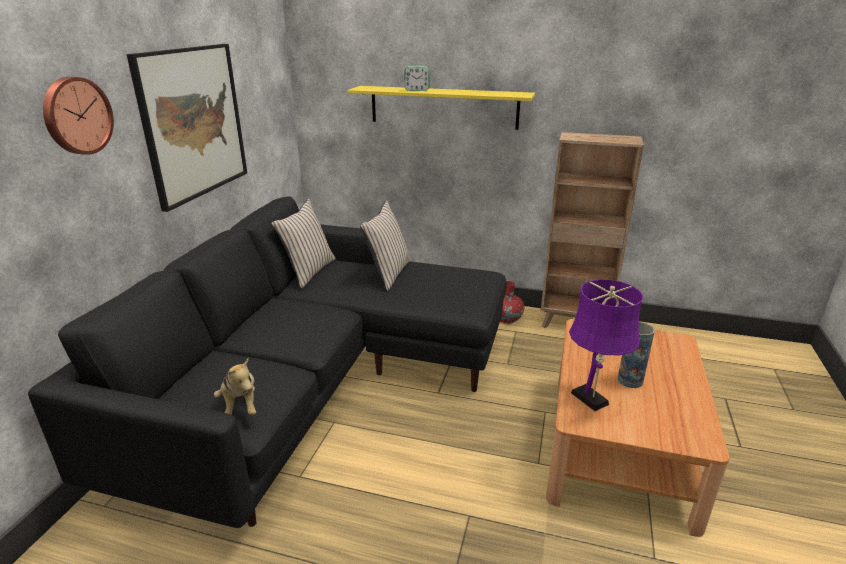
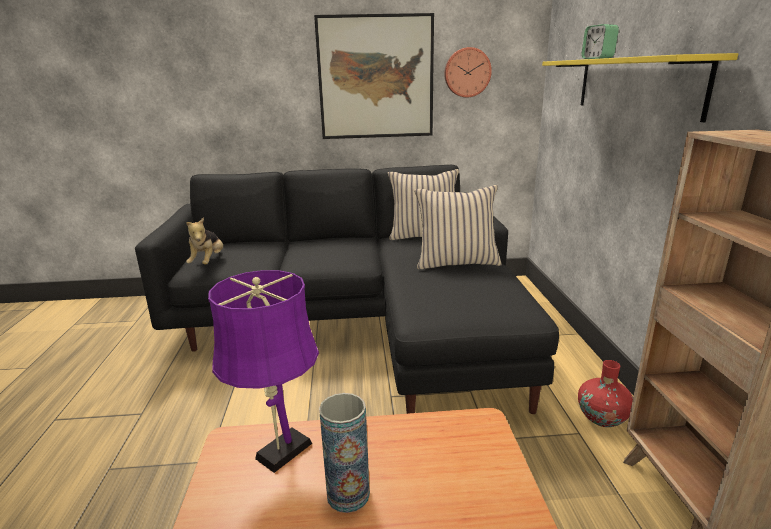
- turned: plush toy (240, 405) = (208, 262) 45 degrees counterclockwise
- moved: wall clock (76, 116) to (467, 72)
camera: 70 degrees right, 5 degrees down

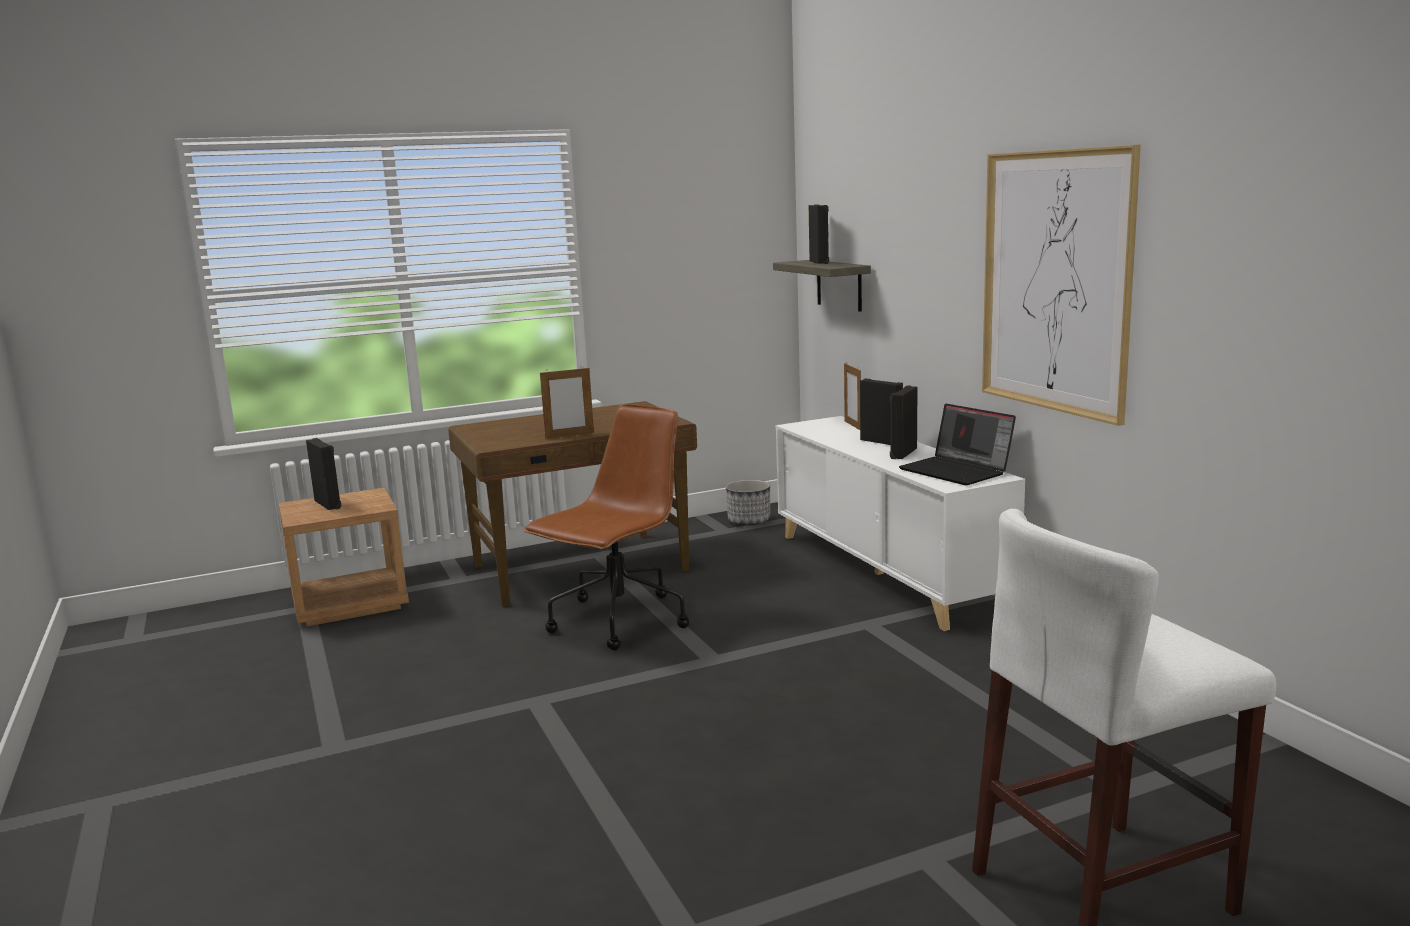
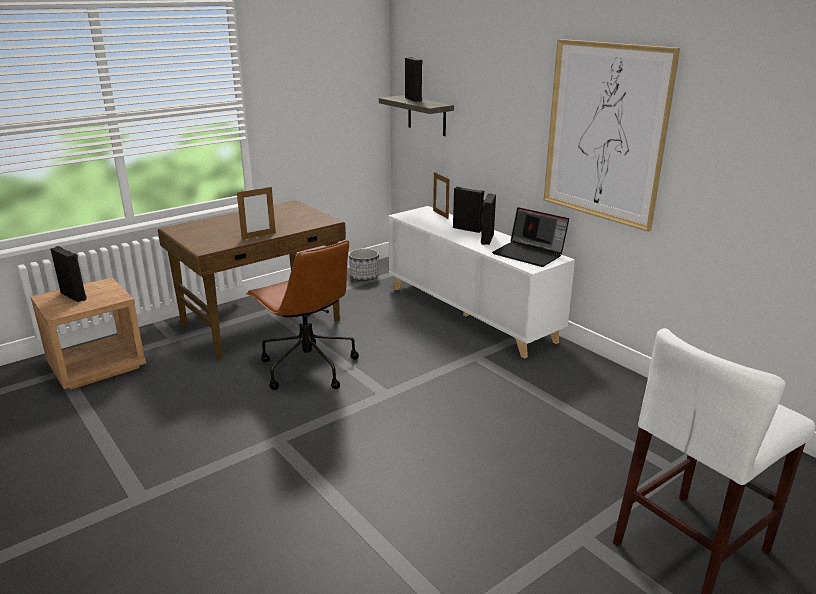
- turned: brown office chair (618, 622) = (307, 367) 120 degrees clockwise
camera: 15 degrees left, 10 degrees up

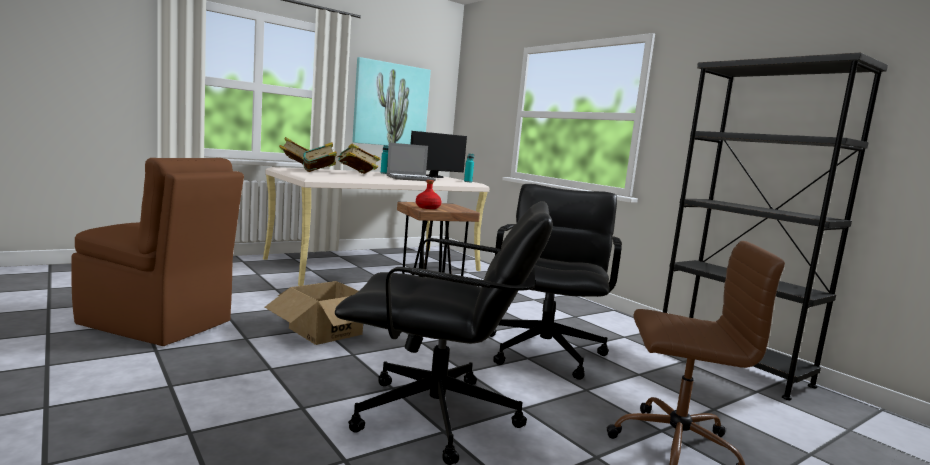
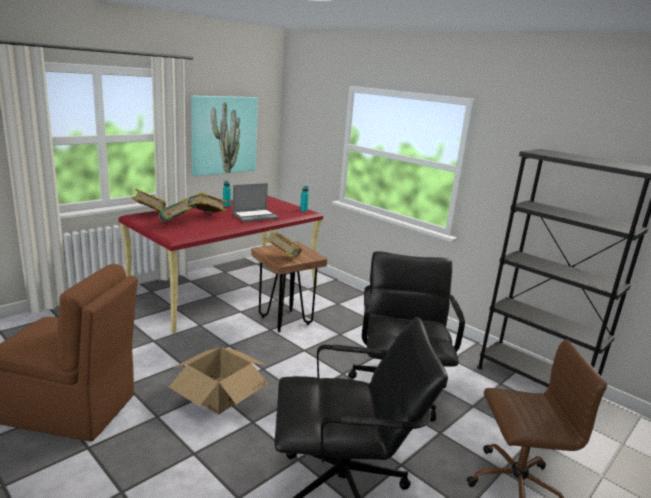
- recoloured: beige desk (375, 265) to red desk (226, 290)
- replaced: red bottle (428, 207) to book (282, 258)
- removed: monitor (434, 177)
camera: 10 degrees left, 10 degrees up

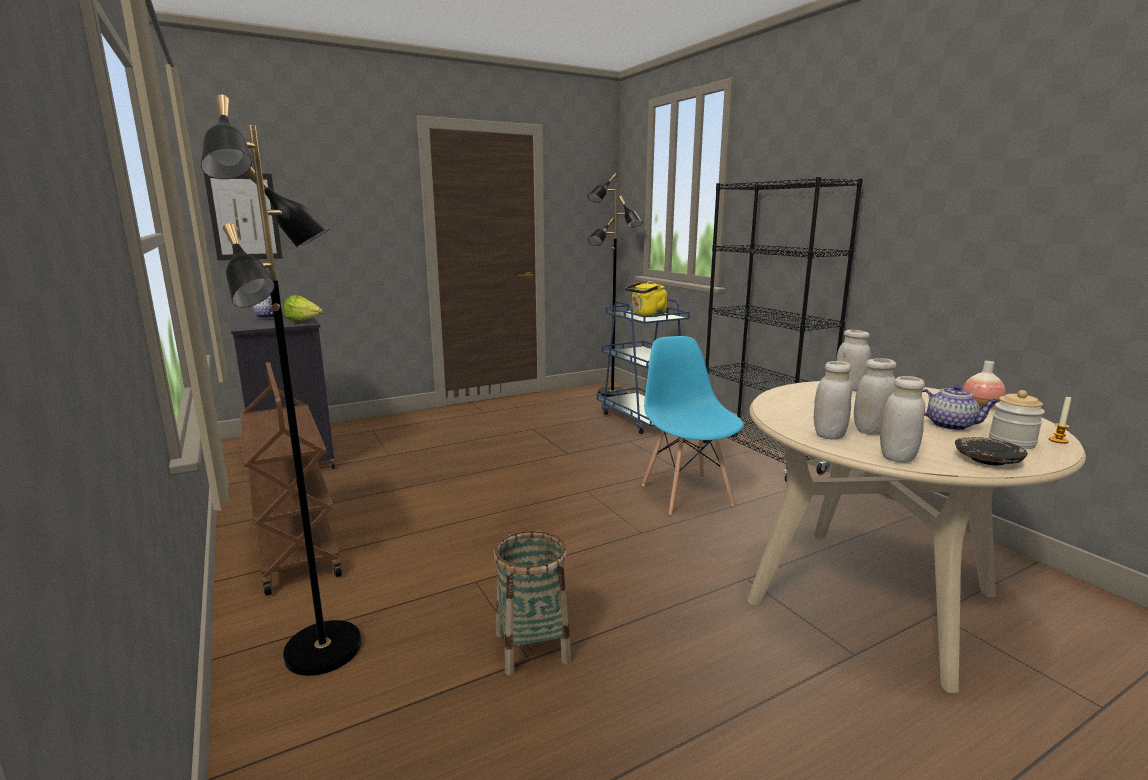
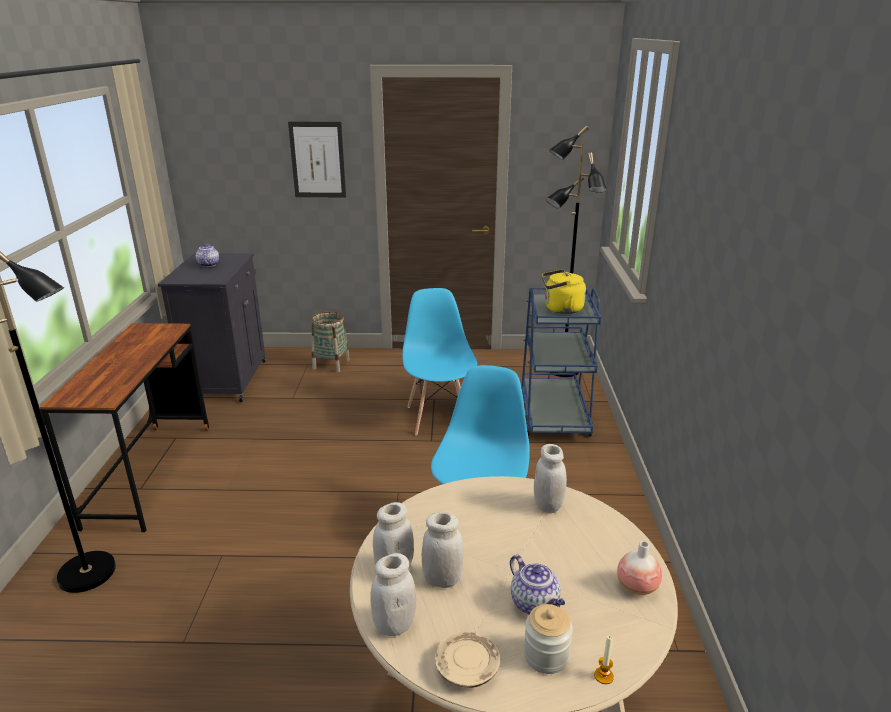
- replaced: brown cart (294, 546) to brown desk (150, 474)
- moved: picture (244, 216) to (317, 160)
- moved: basket (532, 647) to (331, 364)
- added: blue chair (439, 417)
- recoloured: black plate (987, 460) to beige plate (466, 667)
- removed: lettuce (304, 322)
- removed: black bookcase (759, 457)
camera: 30 degrees right, 10 degrees up

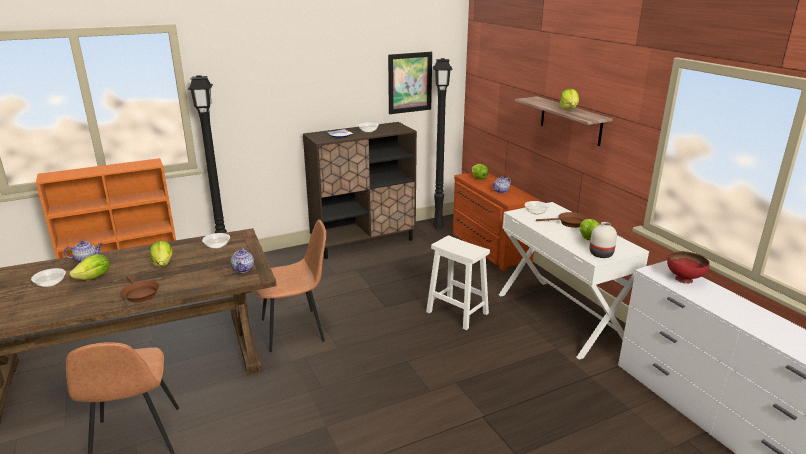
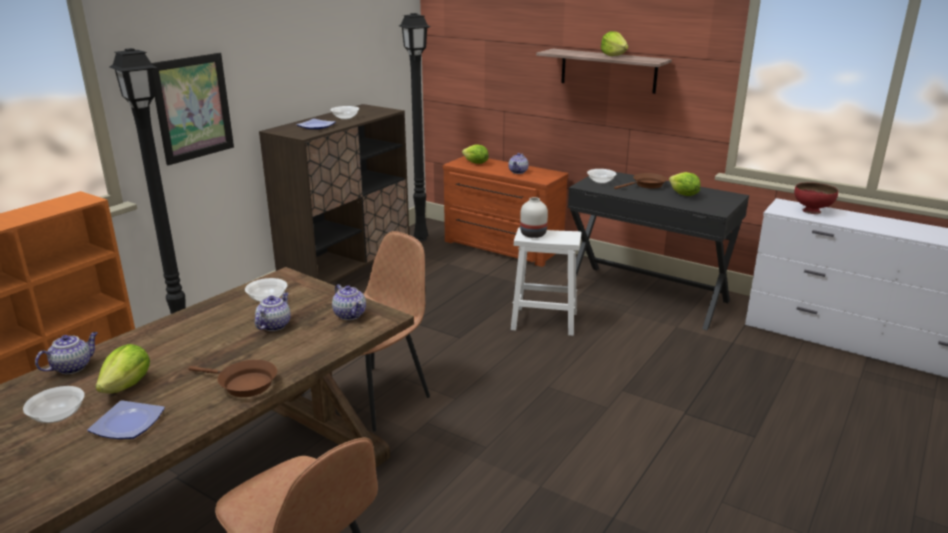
- added: plate (128, 425)
- moved: picture (410, 82) to (193, 108)
- added: teapot (274, 325)
- moved: white vase (601, 254) to (533, 234)
- recoloured: white desk (560, 316) to black desk (647, 296)
- removed: lettuce (163, 264)
camera: 30 degrees left, 0 degrees up

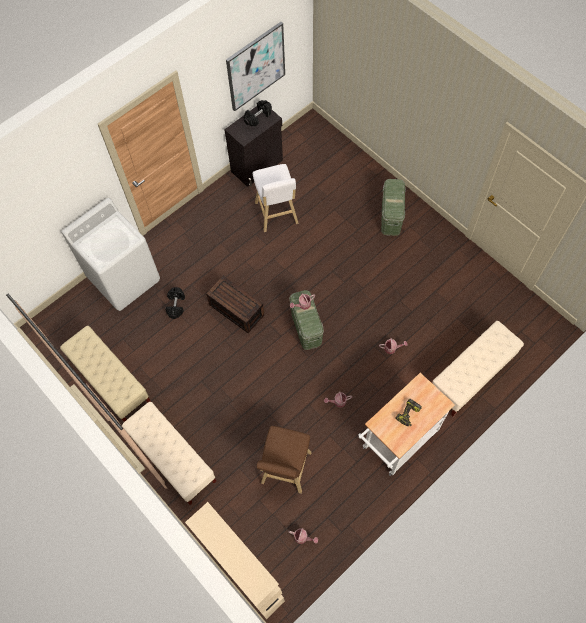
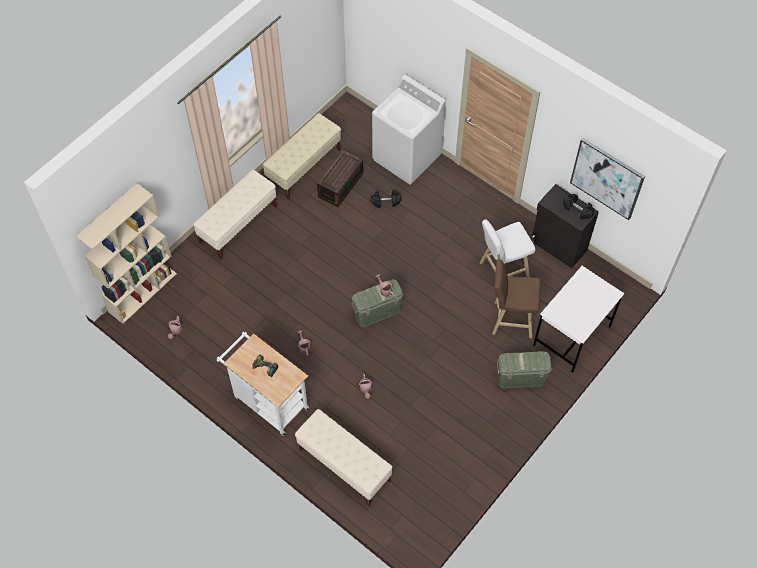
- moved: brown storage box (235, 310) to (340, 184)
- moved: brown stool (285, 470) to (510, 319)
- added: white desk (572, 336)
camera: 80 degrees right, 5 degrees down

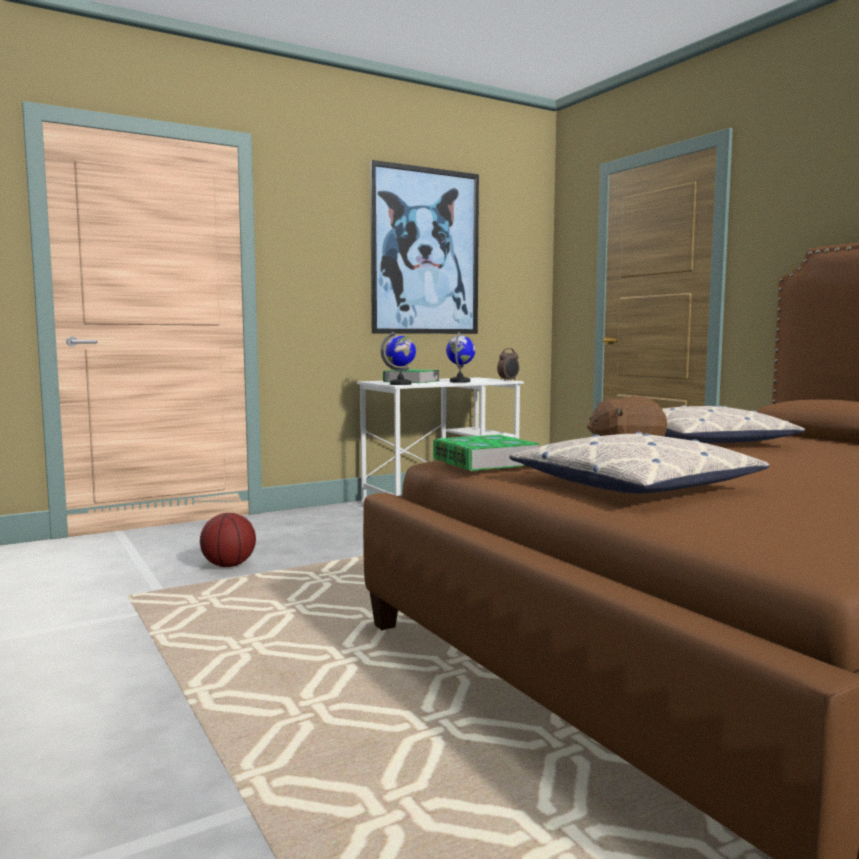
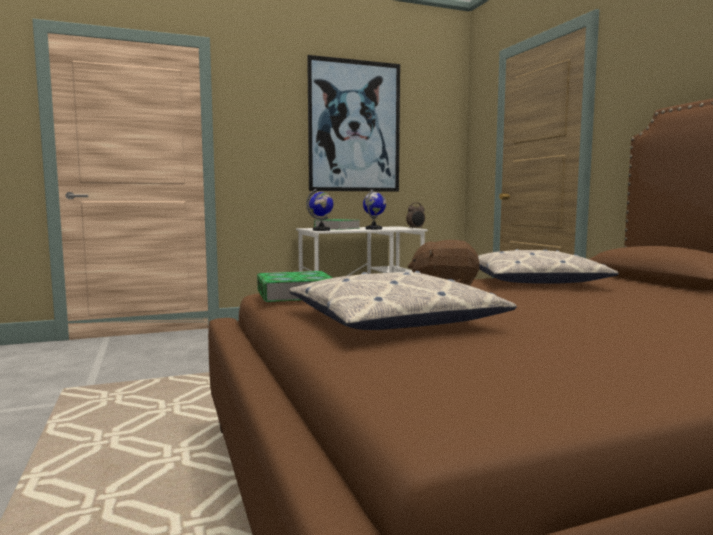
- removed: basketball (228, 565)
camera: 10 degrees right, 0 degrees up

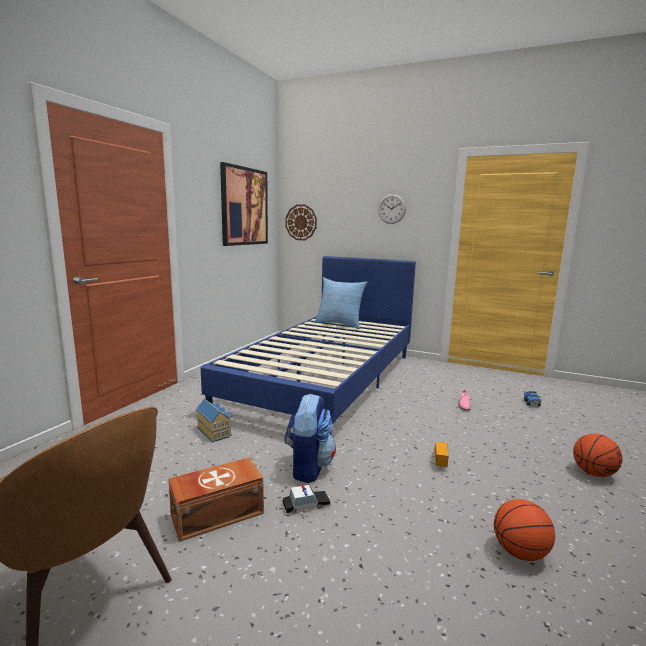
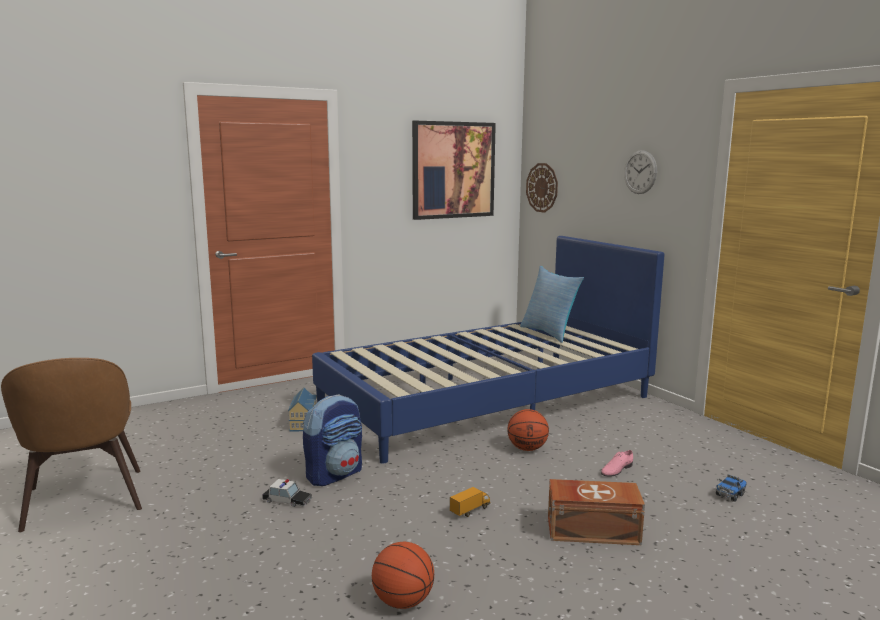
- moved: basketball (593, 473) to (527, 448)
- moved: brown storage box (215, 513) to (591, 530)
camera: 35 degrees right, 0 degrees up

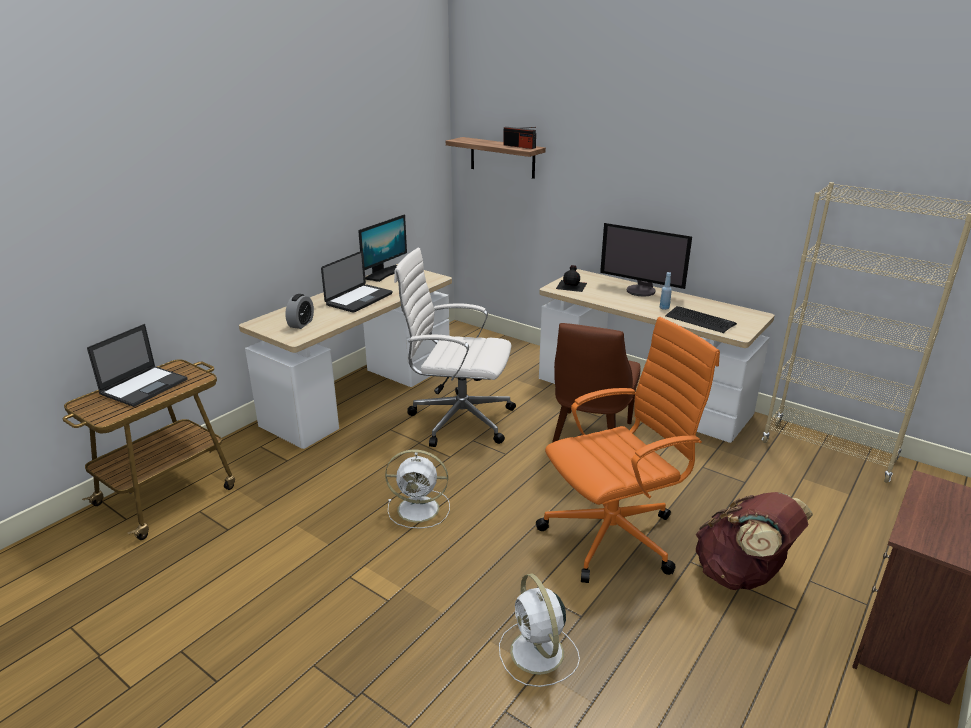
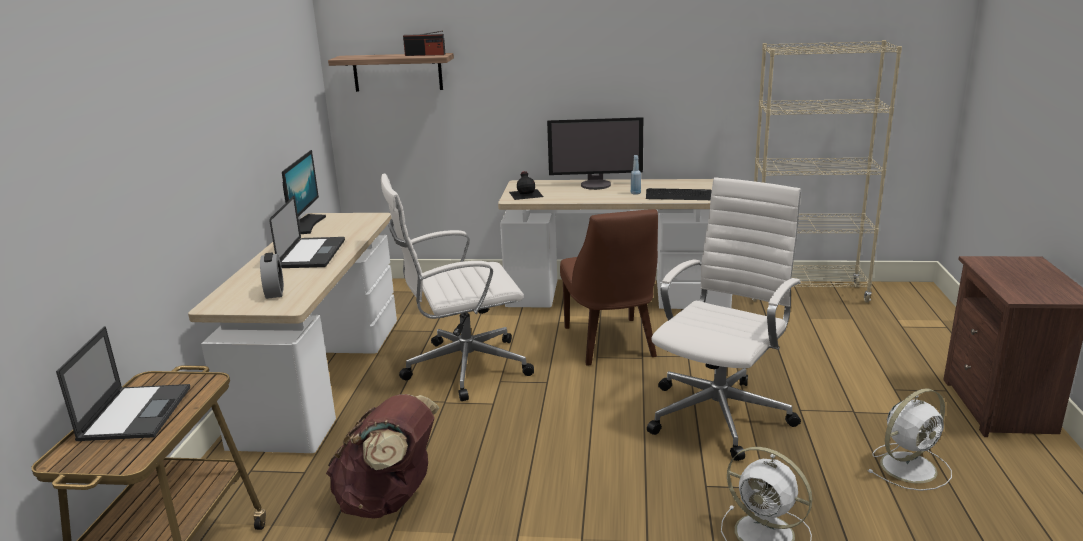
- moved: brown backpack (741, 575) to (389, 500)
- recoloured: orange office chair (615, 535) to white office chair (721, 413)
- moved: white fan (420, 509) to (910, 466)
camera: 30 degrees left, 5 degrees down

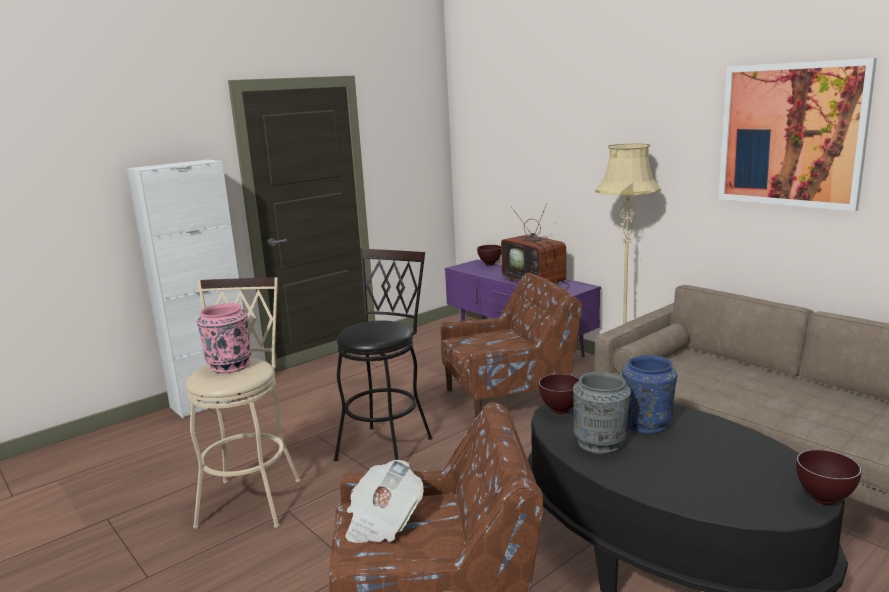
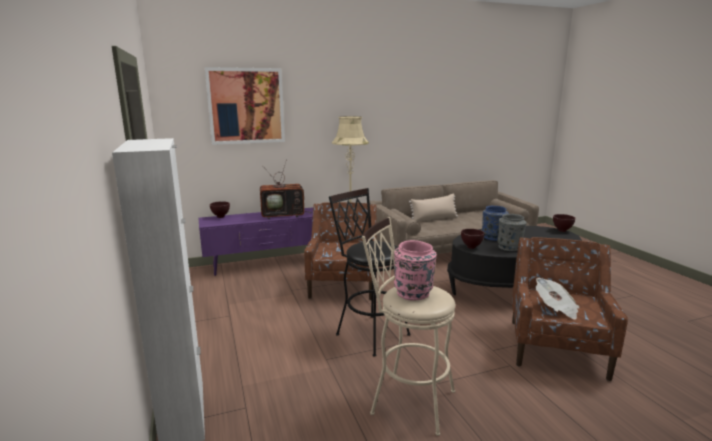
- moved: picture (791, 135) to (246, 106)
- added: beige pillow (434, 219)
camera: 70 degrees left, 0 degrees up

